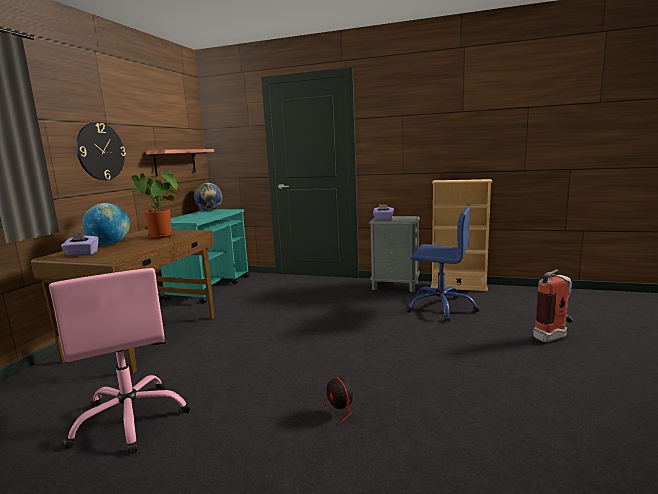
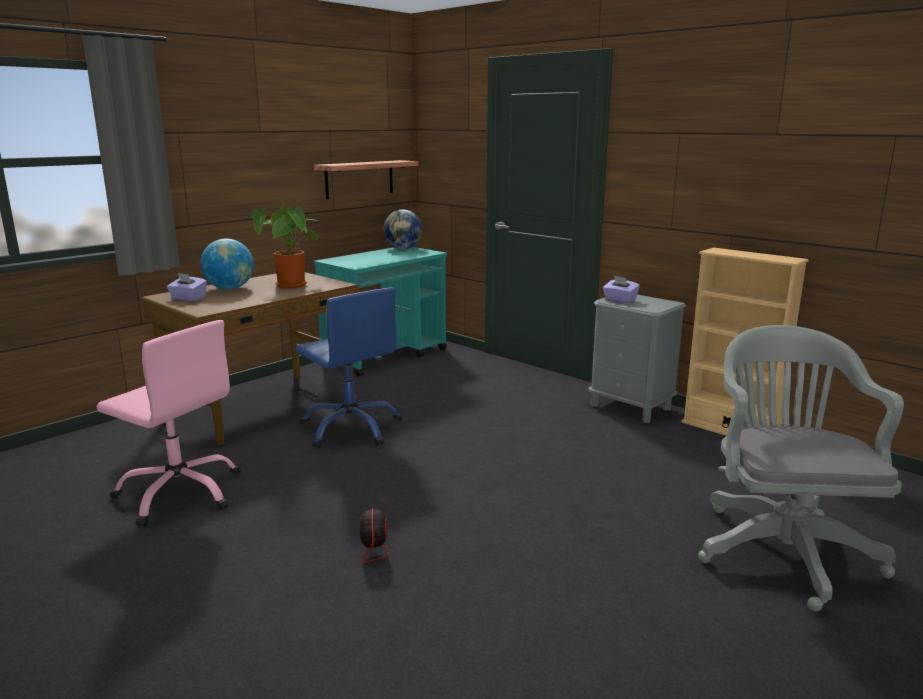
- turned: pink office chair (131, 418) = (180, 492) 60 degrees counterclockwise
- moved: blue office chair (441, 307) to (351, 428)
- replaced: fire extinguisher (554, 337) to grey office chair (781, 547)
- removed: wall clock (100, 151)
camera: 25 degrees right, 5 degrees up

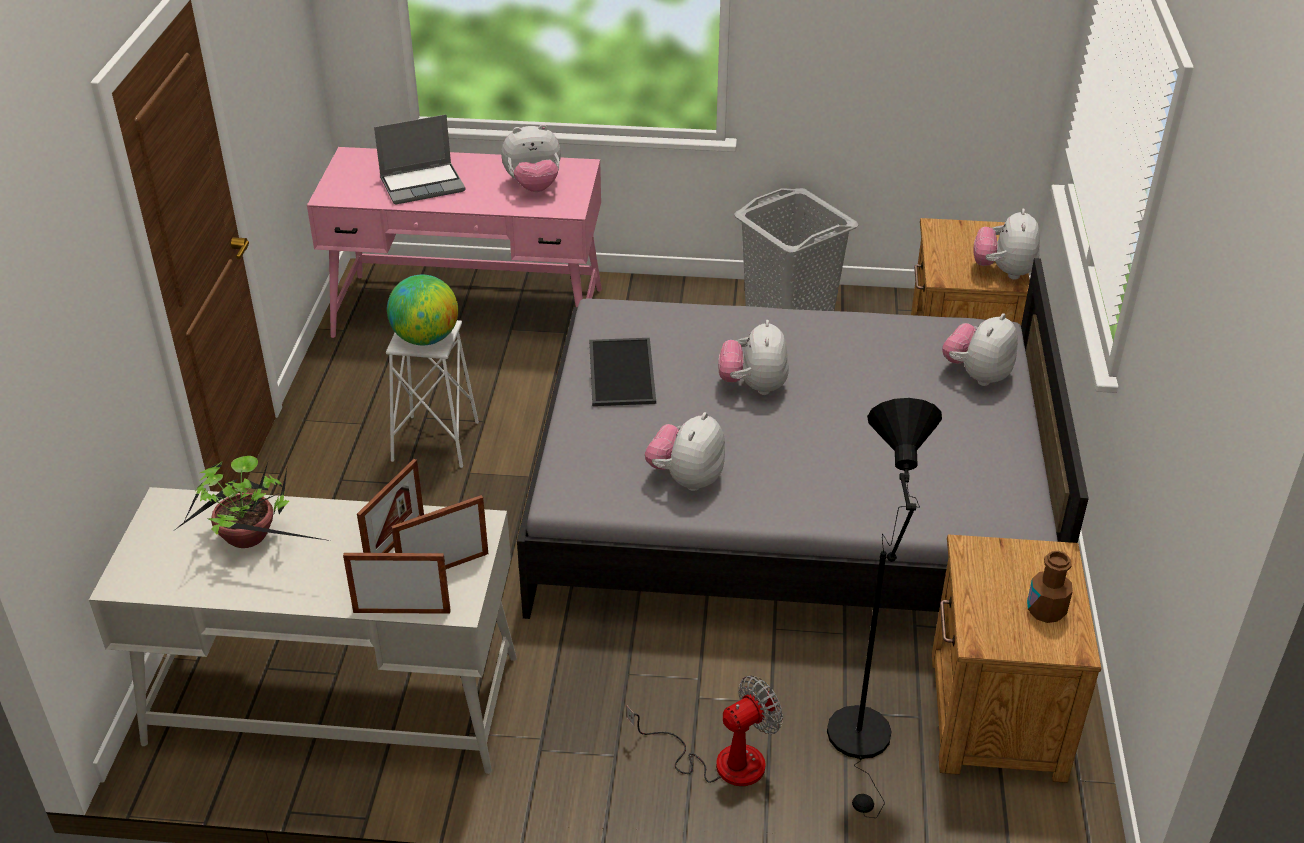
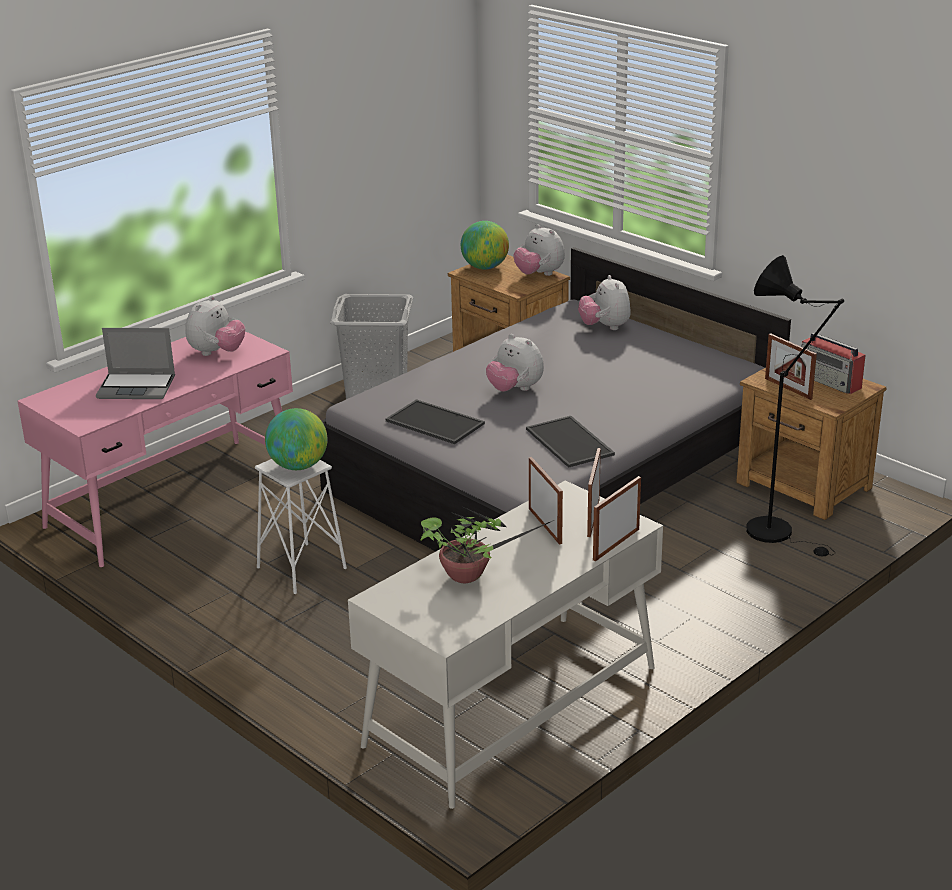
- turned: laptop (423, 184) = (137, 387) 75 degrees clockwise
- added: globe (485, 267)
- replaced: plush toy (686, 479) to tray (571, 442)
- added: picture frame (788, 388)
- replaced: brown bottle (1046, 610) to radio (830, 381)
- removed: fan (721, 761)
camera: 50 degrees left, 10 degrees down

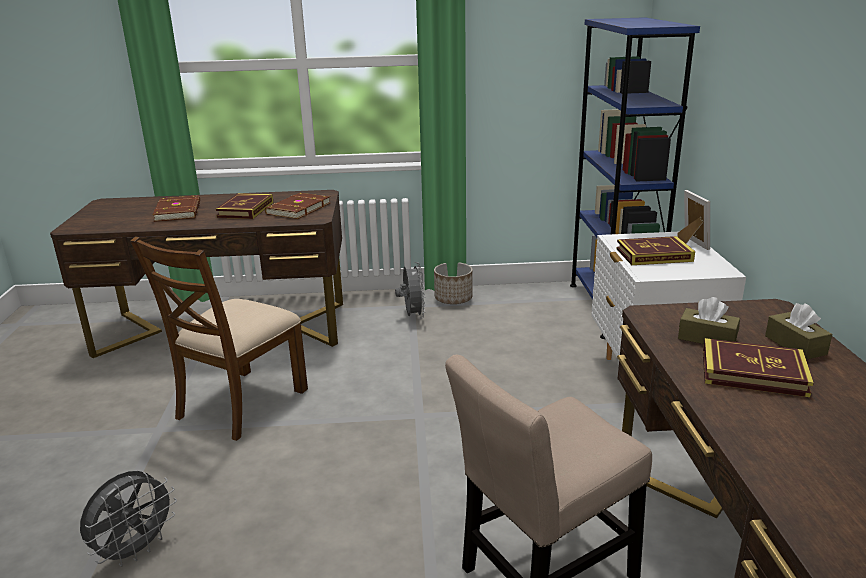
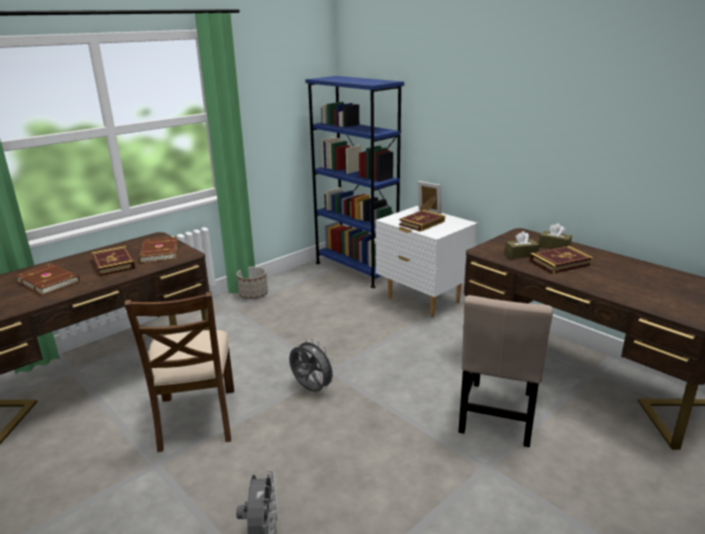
- moved: grey fan (412, 316) to (311, 390)
camera: 40 degrees left, 0 degrees up

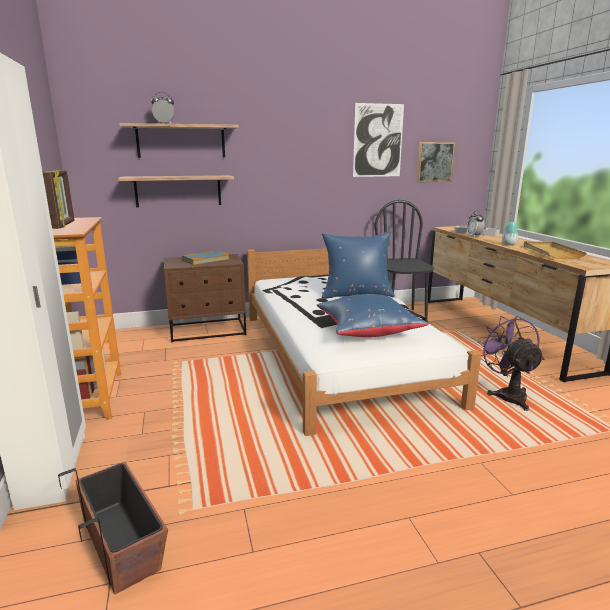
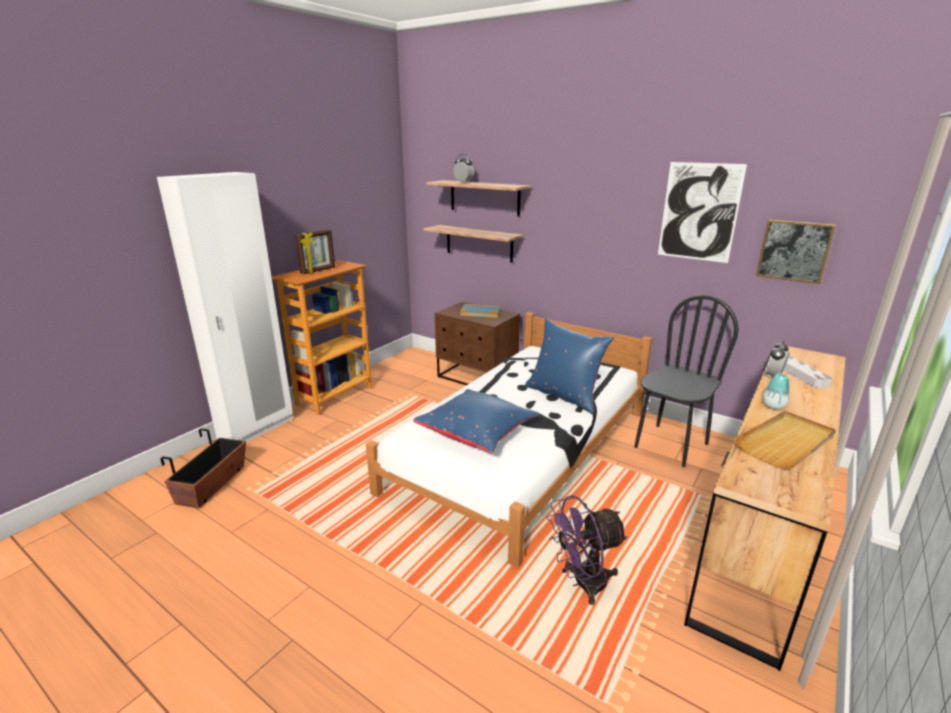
- turned: purple fan (508, 395) = (582, 583) 150 degrees counterclockwise
camera: 50 degrees right, 5 degrees up

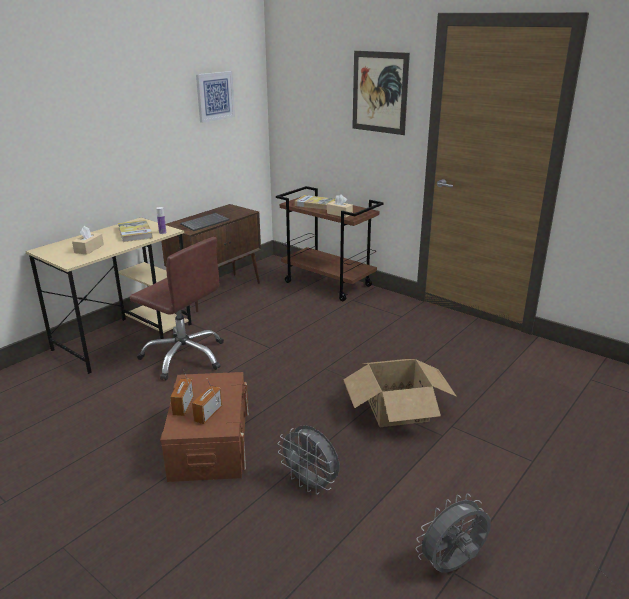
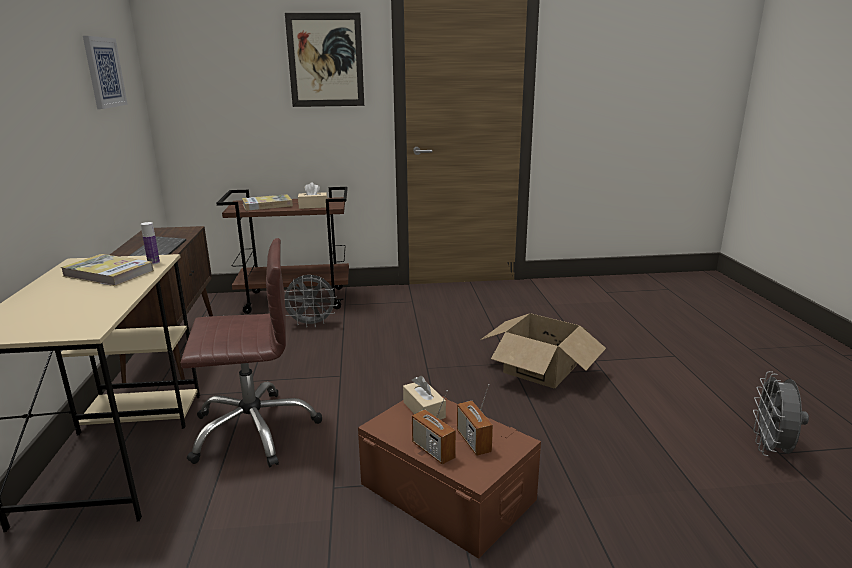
- moved: grey fan (311, 484) to (312, 324)
- moved: beige tissue box (89, 249) to (424, 410)
camera: 45 degrees left, 5 degrees down

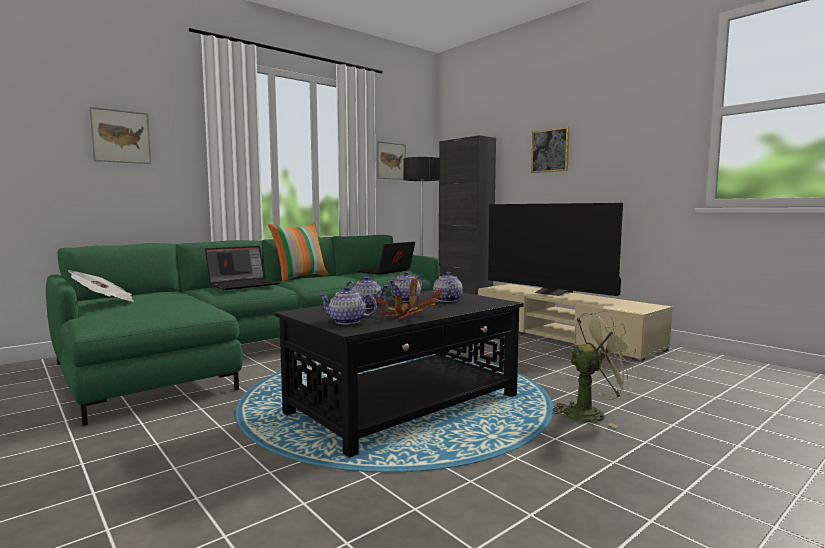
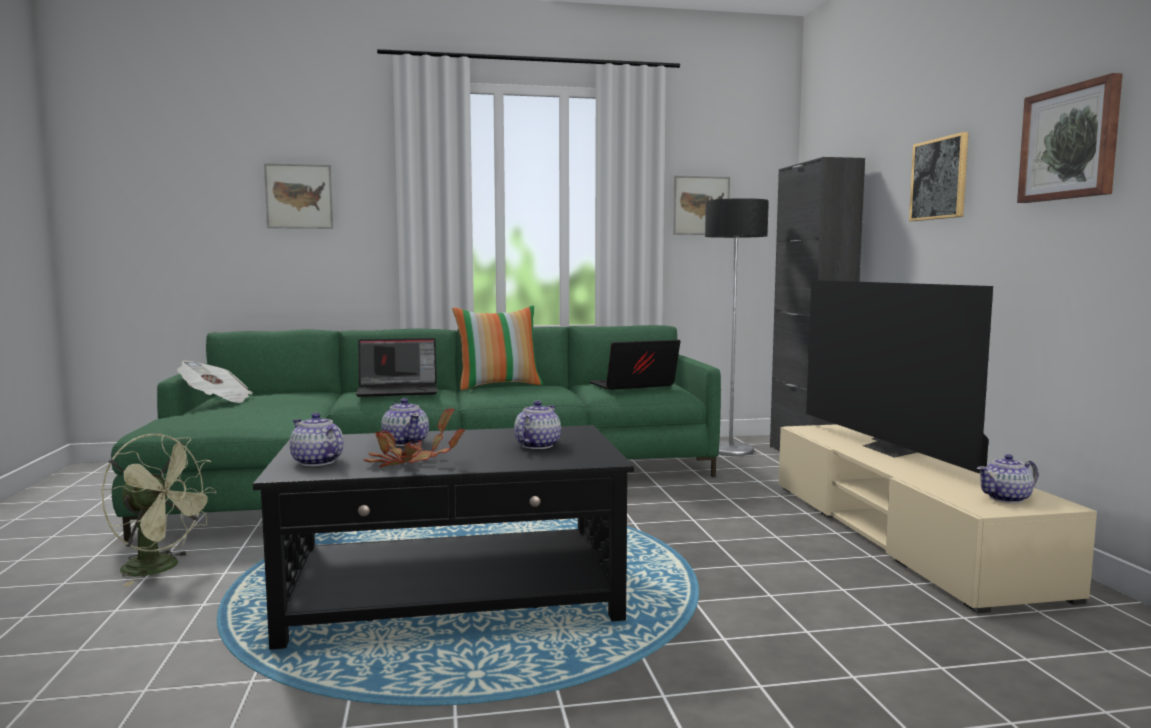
- moved: green fan (591, 413) to (161, 568)
- moved: teapot (406, 300) to (1006, 498)
- added: picture (1070, 143)
camera: 30 degrees right, 0 degrees up

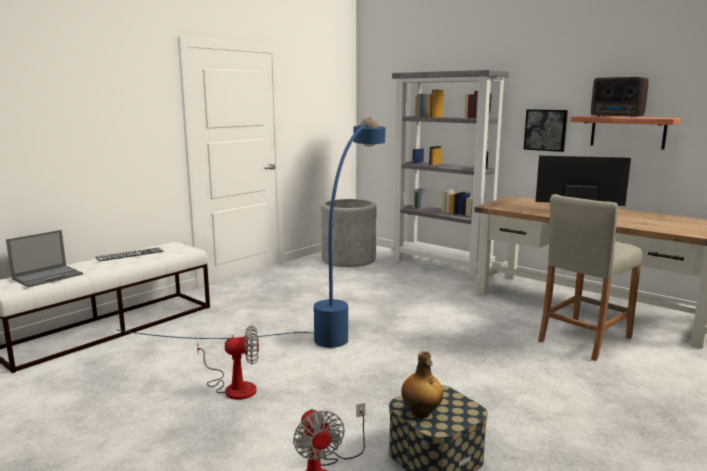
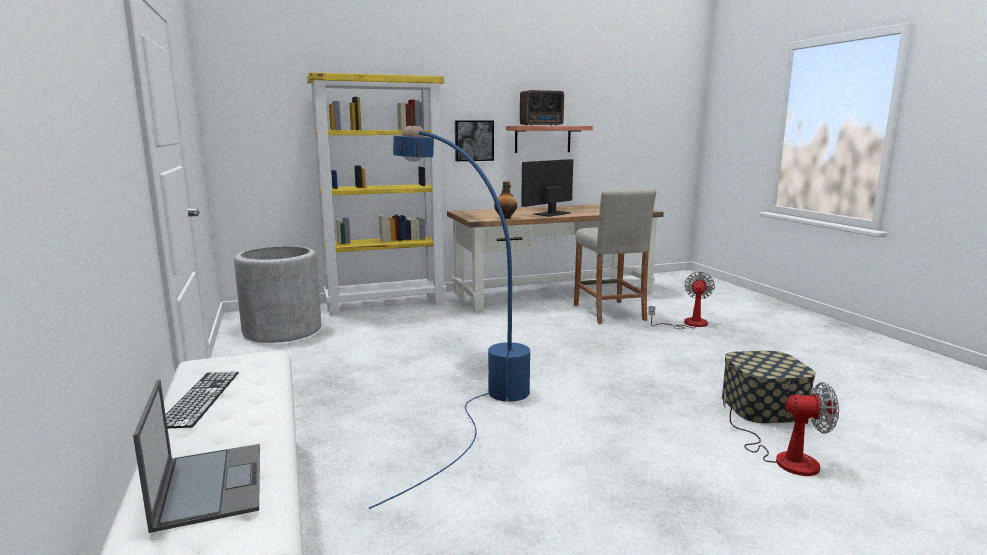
- recoloured: grey bookcase (442, 266) to yellow bookcase (386, 304)
- moved: bottle (421, 413) to (505, 218)
- moved: fan (233, 387) to (688, 324)
camera: 60 degrees left, 0 degrees up

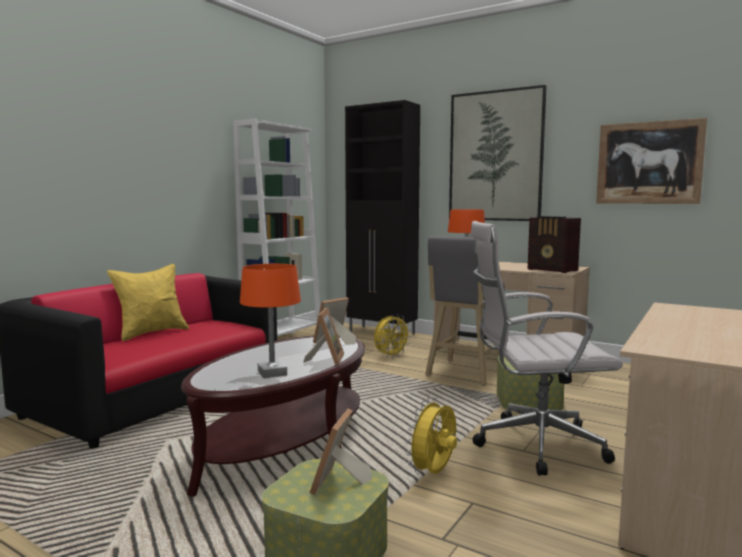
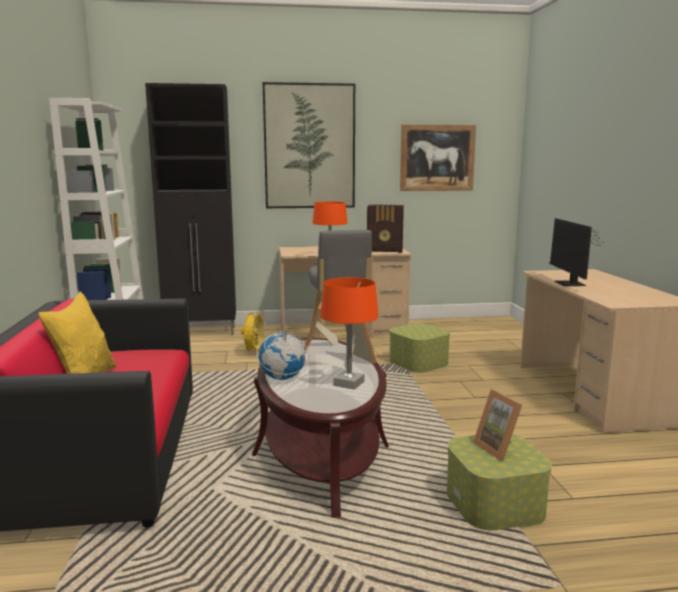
- added: globe (282, 378)
- added: monitor (570, 284)
- removed: yellow fan (434, 473)
- removed: white office chair (533, 445)
camera: 40 degrees left, 5 degrees up

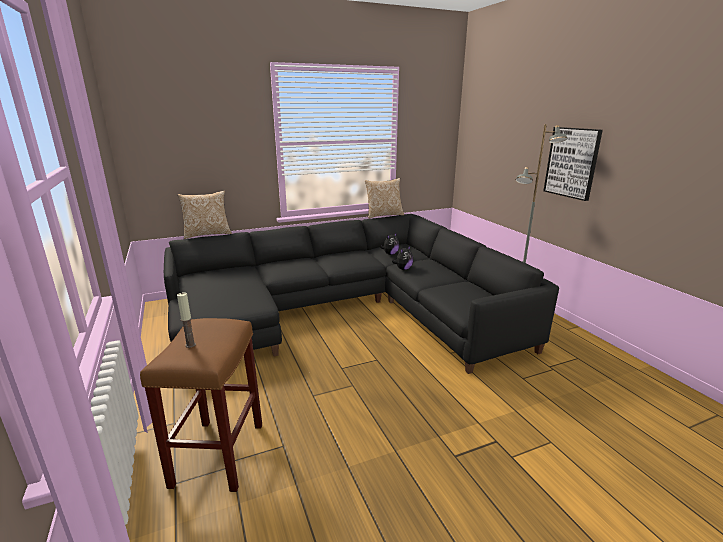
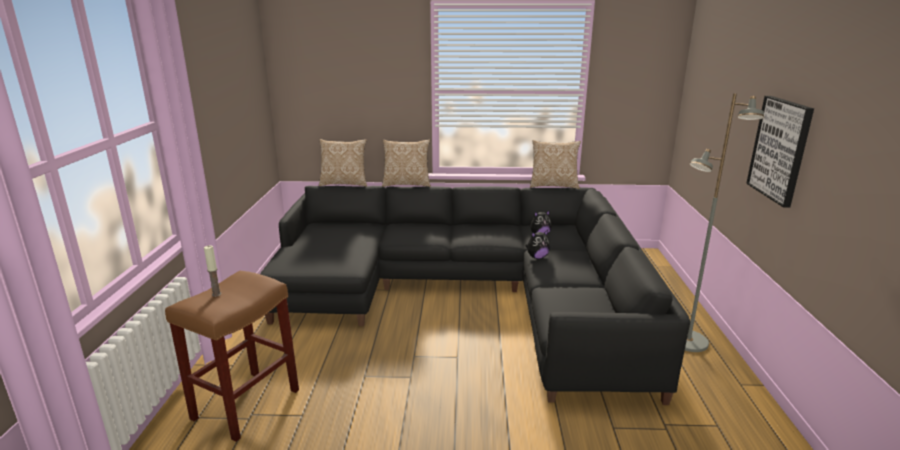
- added: pillow (406, 184)
camera: 25 degrees right, 0 degrees up

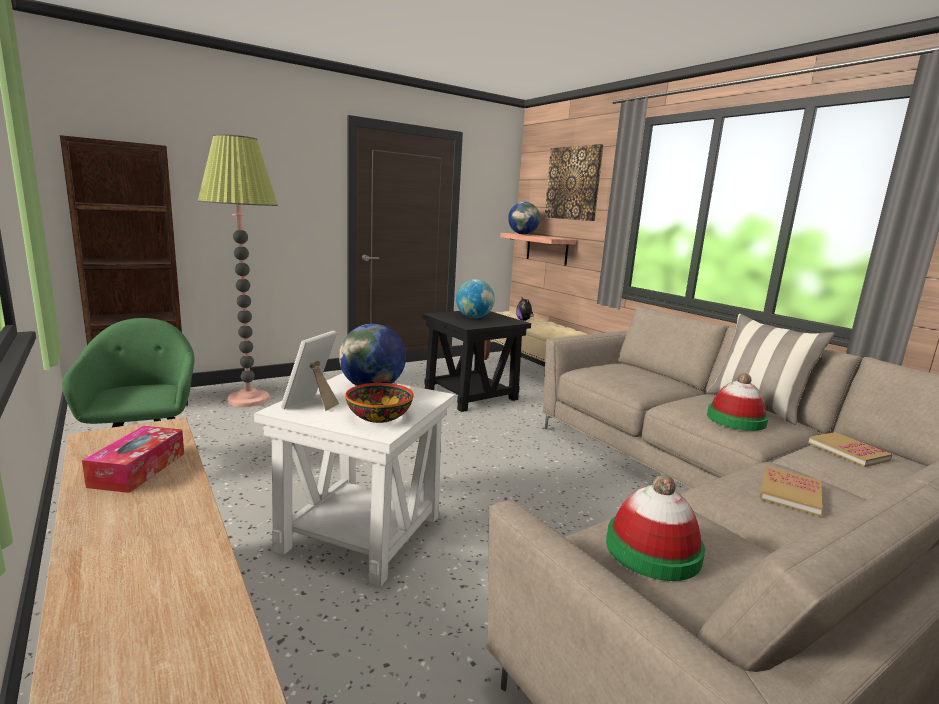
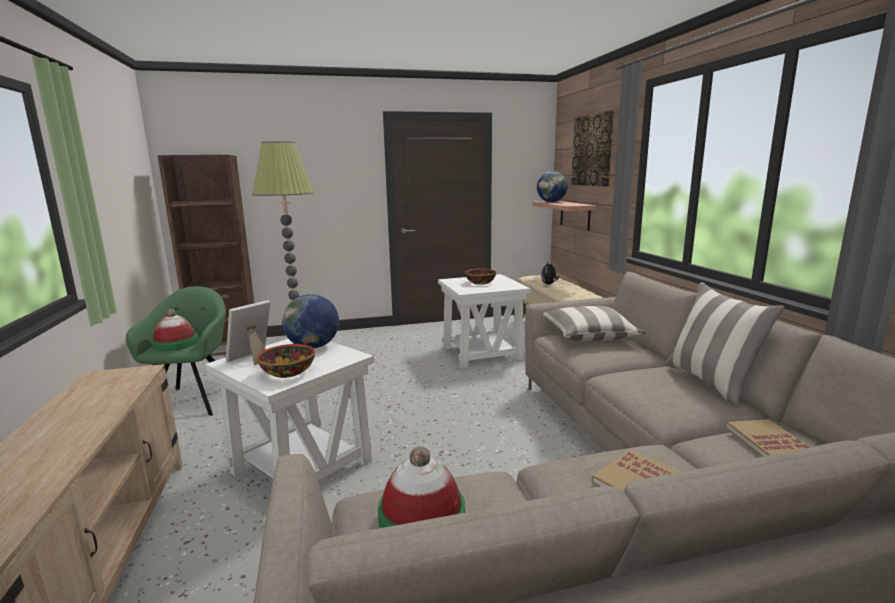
- moved: hat (736, 419) to (175, 344)
- recoloured: black side table (471, 395) to white side table (482, 353)
- replaced: globe (474, 317) to bowl (481, 283)
- added: pillow (589, 336)
- removed: tissue box (138, 469)
camera: 20 degrees right, 0 degrees up

